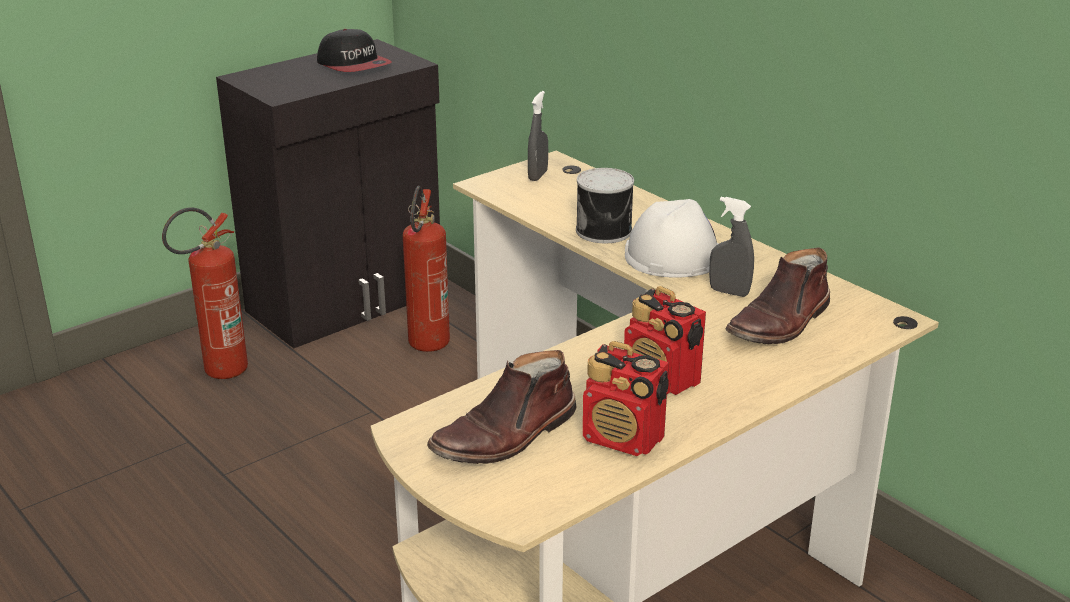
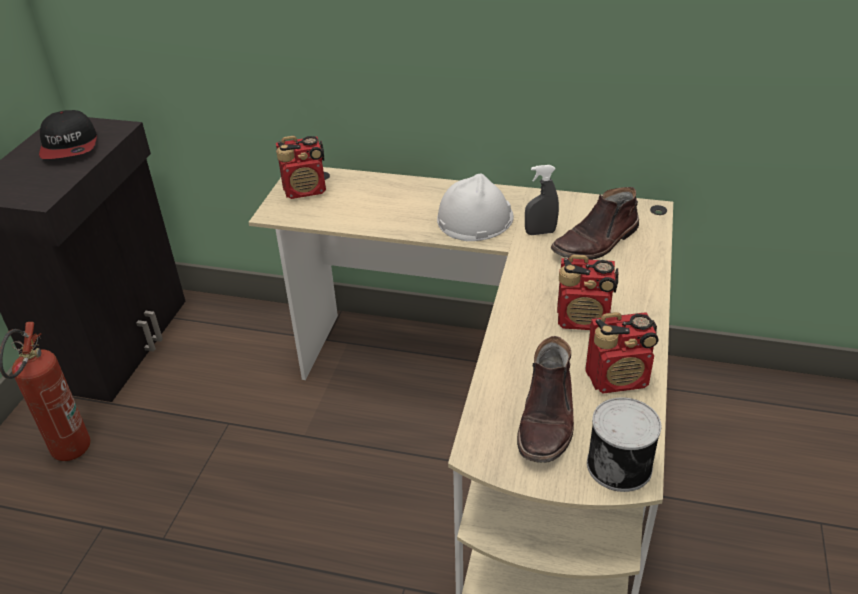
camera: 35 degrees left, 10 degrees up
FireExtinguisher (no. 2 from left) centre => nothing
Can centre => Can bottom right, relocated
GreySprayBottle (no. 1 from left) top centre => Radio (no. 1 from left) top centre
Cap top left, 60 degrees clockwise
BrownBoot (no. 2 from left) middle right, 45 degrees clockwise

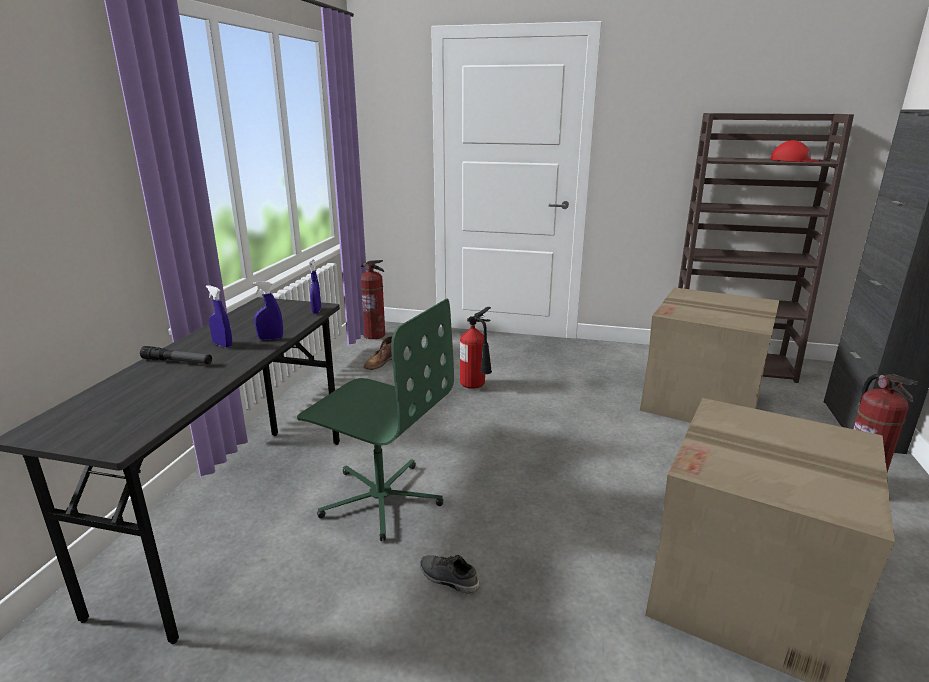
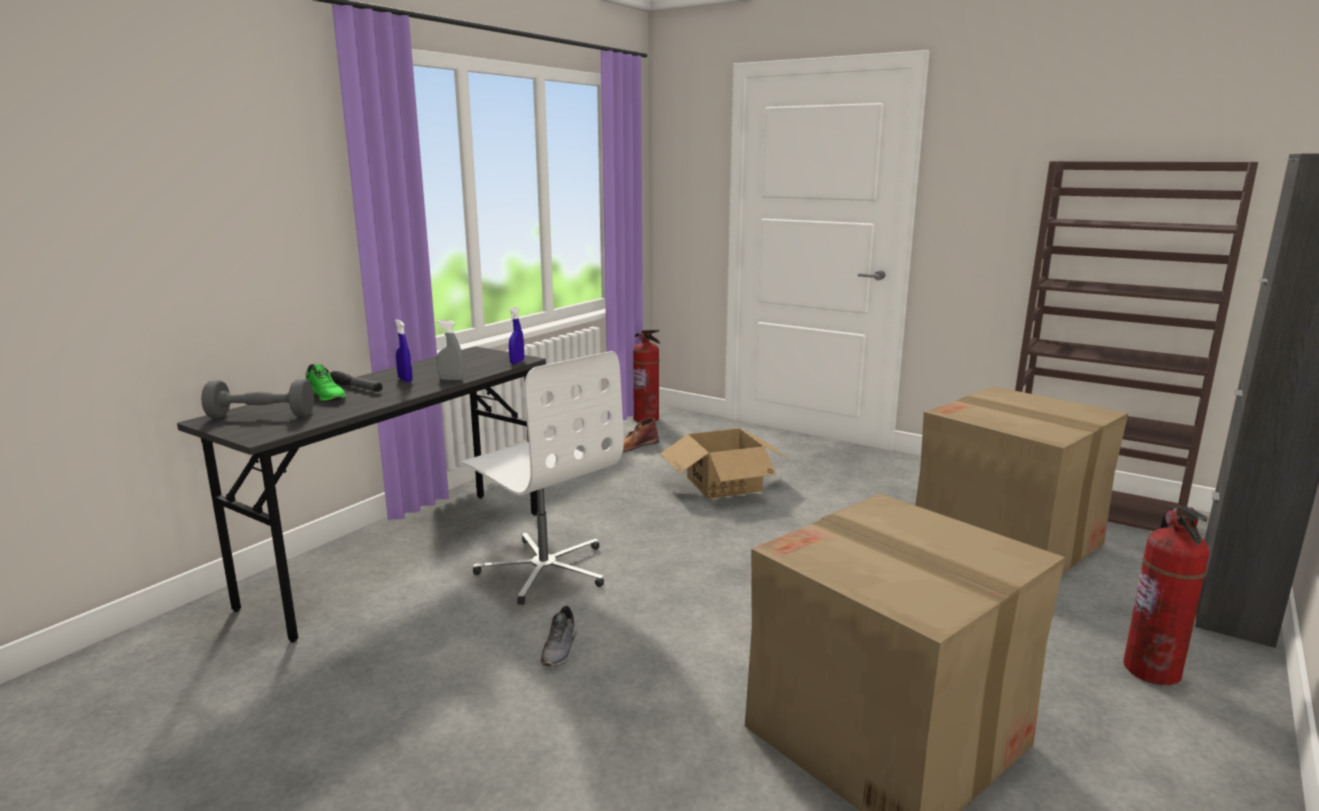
camera: 20 degrees right, 5 degrees down
RedCap top right => nothing
nothing => GreyDumbbell middle left
nothing => GreenShoe middle left
FireExtinguisher (no. 2 from left) centre => CardboardBox (no. 1 from left) centre
BlueSprayBottle (no. 2 from left) middle left => GreySprayBottle centre
GreenOfficeChair centre => WhiteOfficeChair centre
GreyShoe bottom centre, 135 degrees counterclockwise

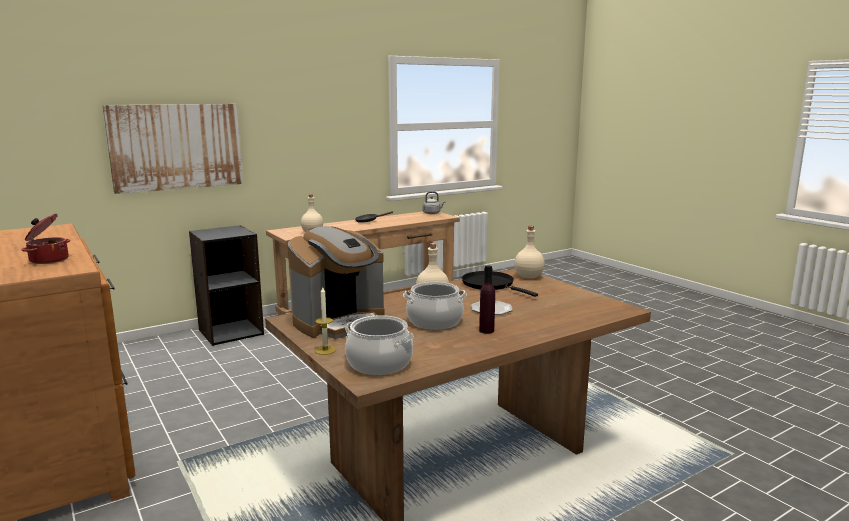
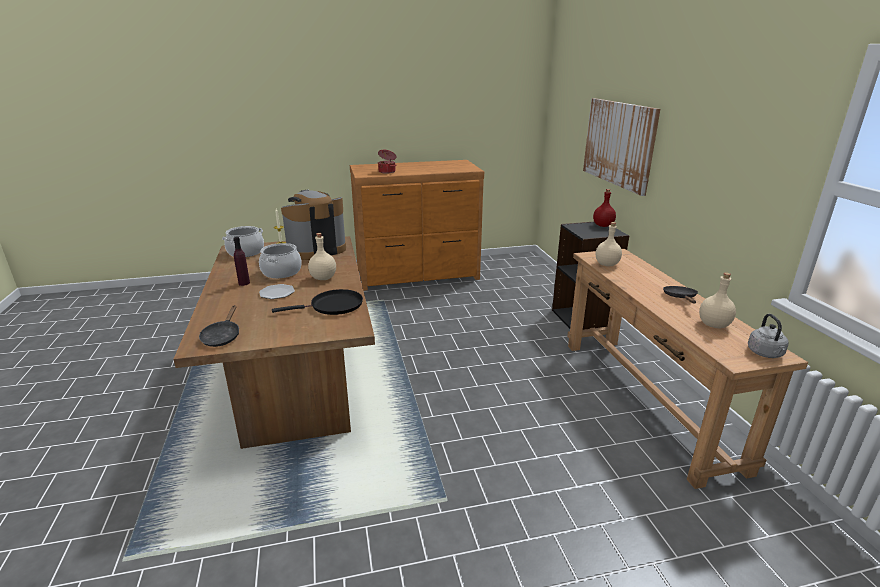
camera: 110 degrees right, 10 degrees up
nothing => BlackFryingPan (no. 1 from left) middle left
nothing => RedBottle middle right
BeigeBottle (no. 3 from left) centre => BeigeBottle (no. 3 from left) middle right, relocated
CoffeeMachine centre, 75 degrees clockwise

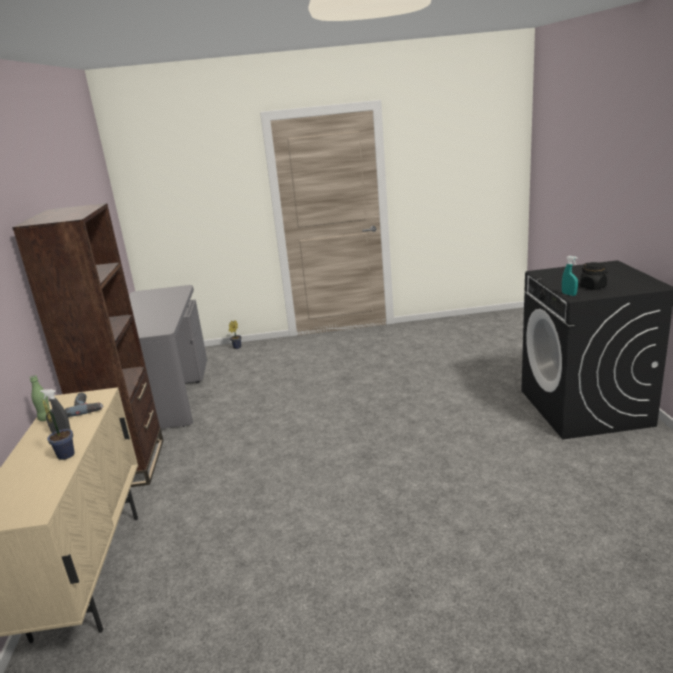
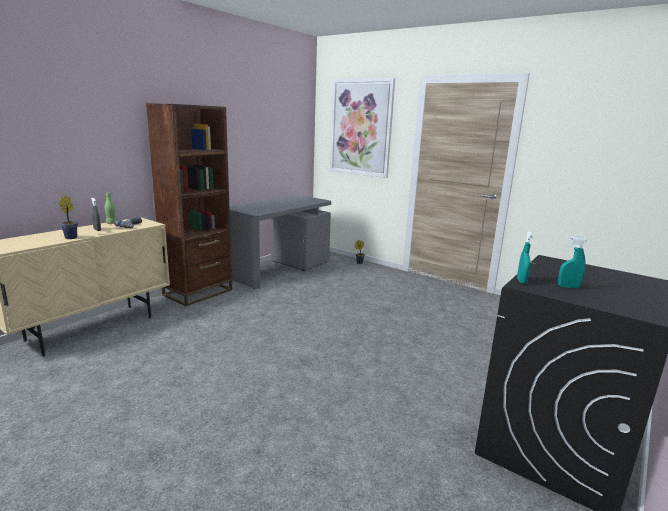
camera: 40 degrees right, 5 degrees down
nothing => Picture top centre
BlackJar middle right => TurquoiseSprayBottle (no. 2 from left) middle right

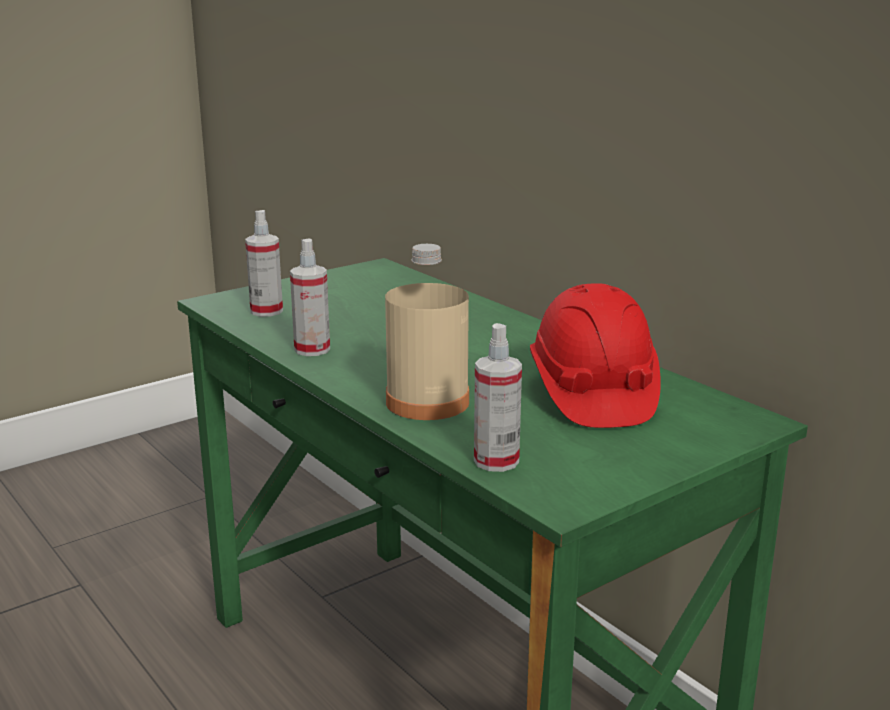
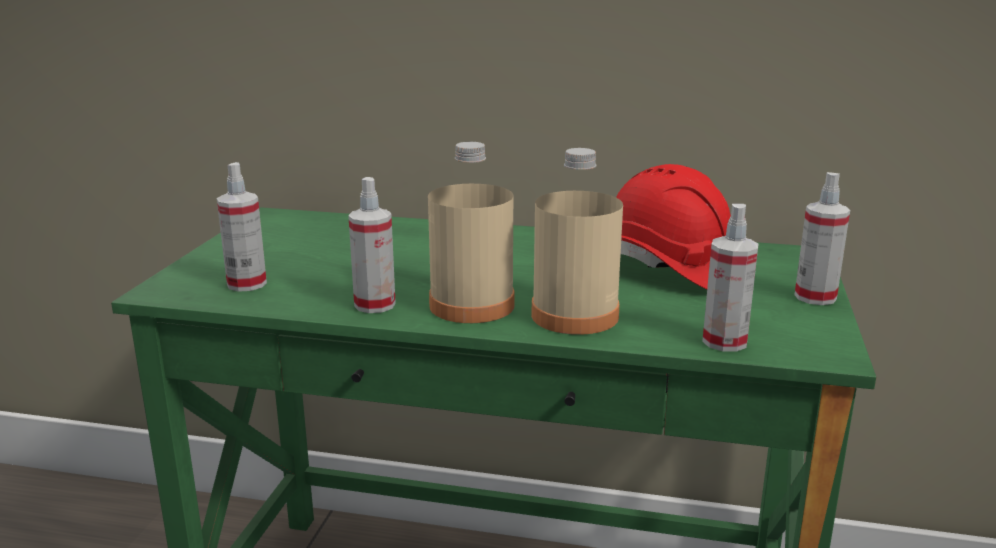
camera: 40 degrees left, 0 degrees up
nothing => BeigeBottle (no. 1 from left) centre
nothing => SprayBottle (no. 4 from left) middle right

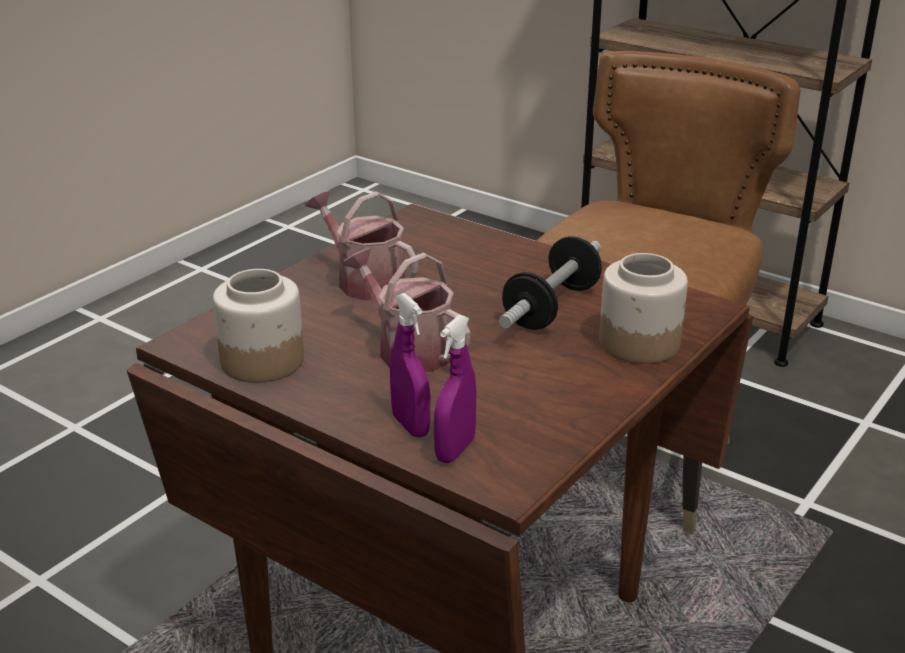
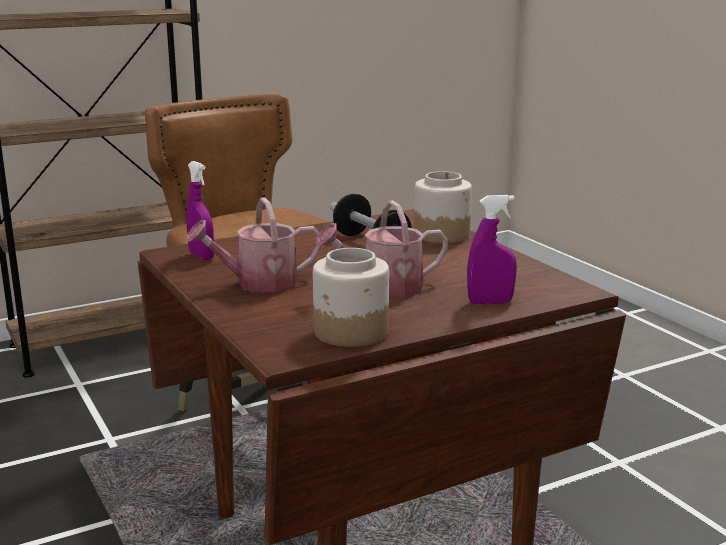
camera: 65 degrees left, 10 degrees down
PurpleSprayBottle (no. 2 from left in the first image) centre => PurpleSprayBottle (no. 1 from left) middle left, relocated

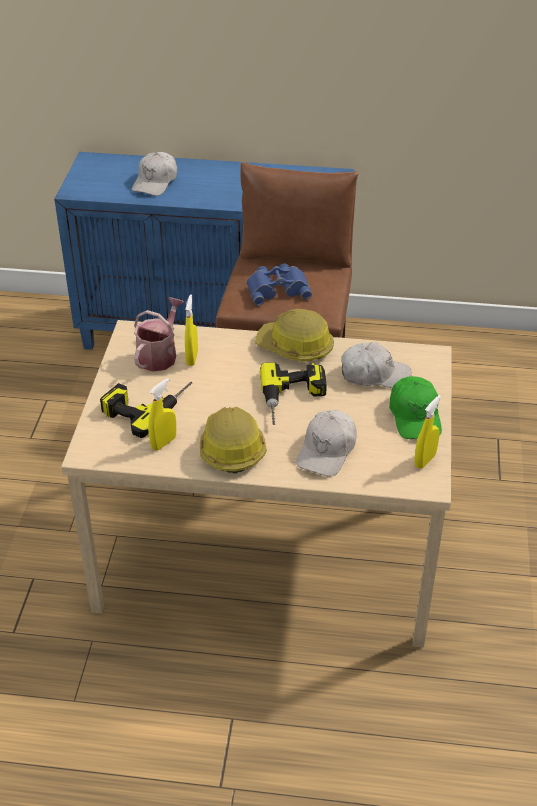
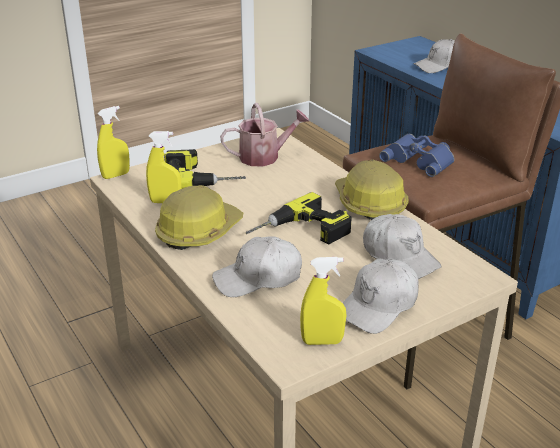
camera: 50 degrees right, 10 degrees down
YellowSprayBottle (no. 2 from left in the first image) centre => YellowSprayBottle (no. 1 from left) top left, relocated
GreenCap middle right => WhiteCap (no. 2 from left) middle right

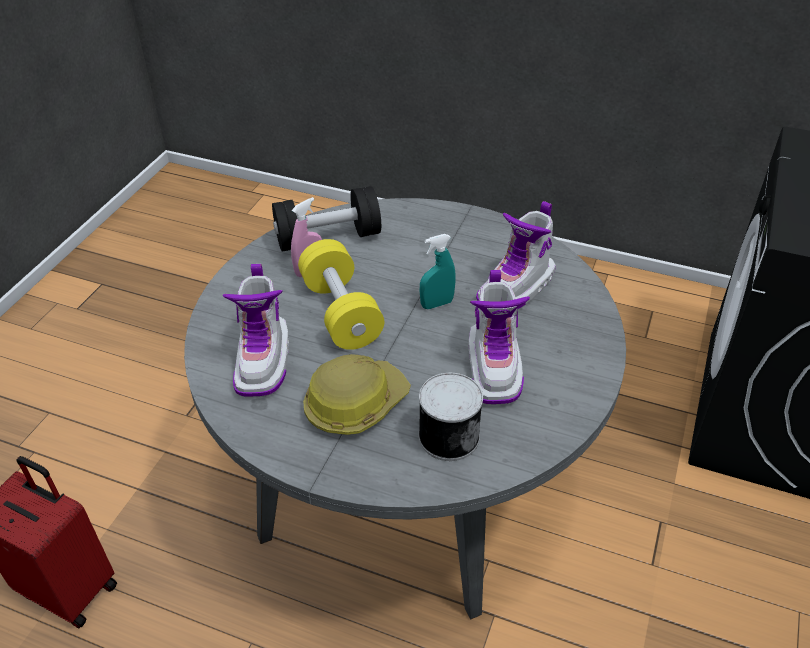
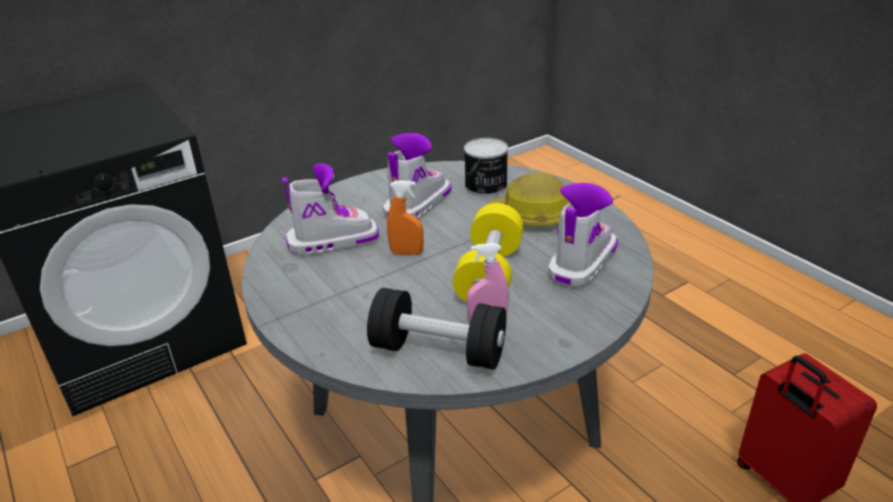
camera: 145 degrees left, 10 degrees down
TurquoiseSprayBottle centre => OrangeSprayBottle centre

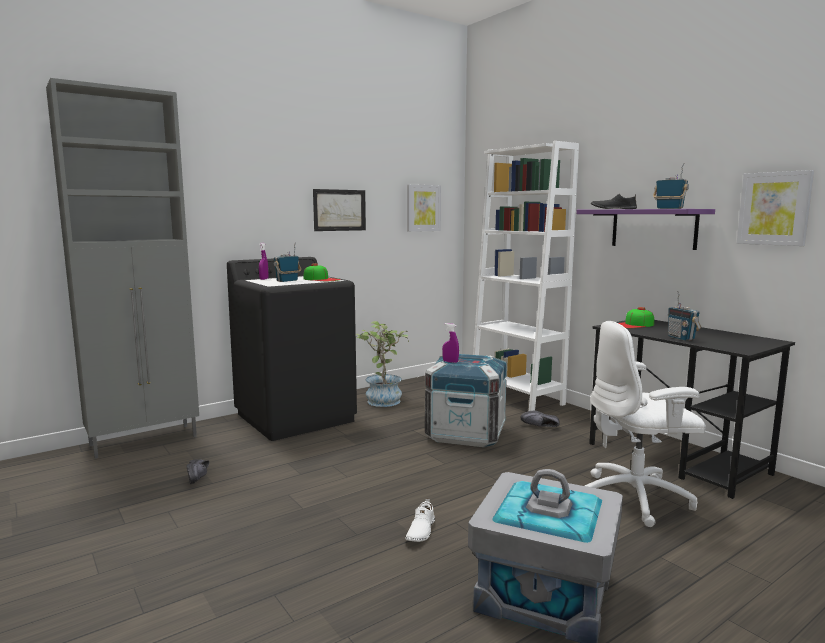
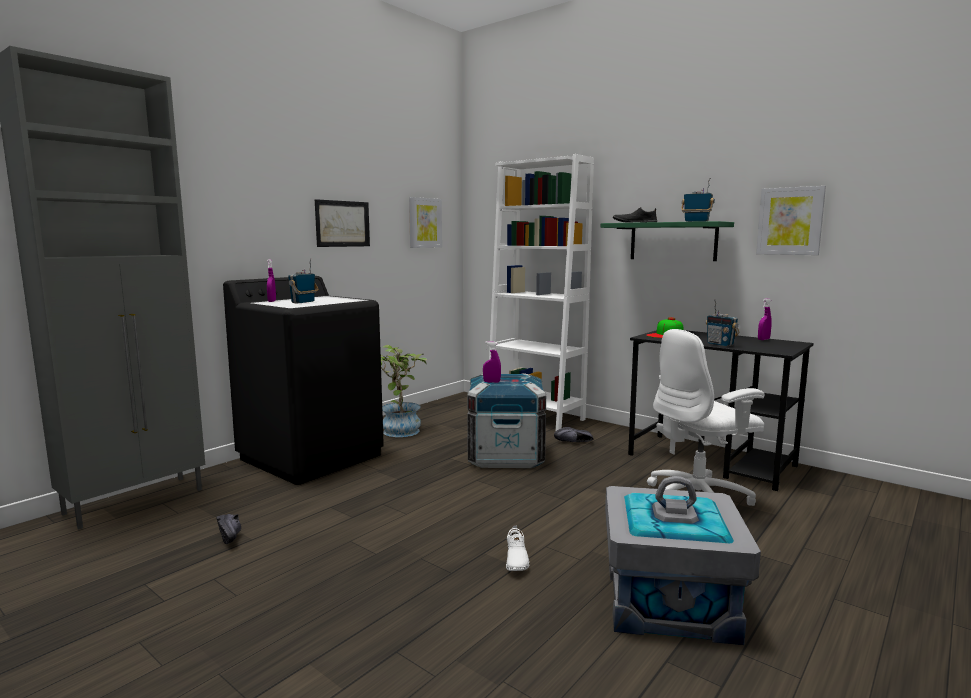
camera: 15 degrees left, 0 degrees up
Cap (no. 1 from left) centre => nothing
nothing => PurpleSprayBottle (no. 3 from left) middle right
PurpleShelf middle right => GreenShelf middle right

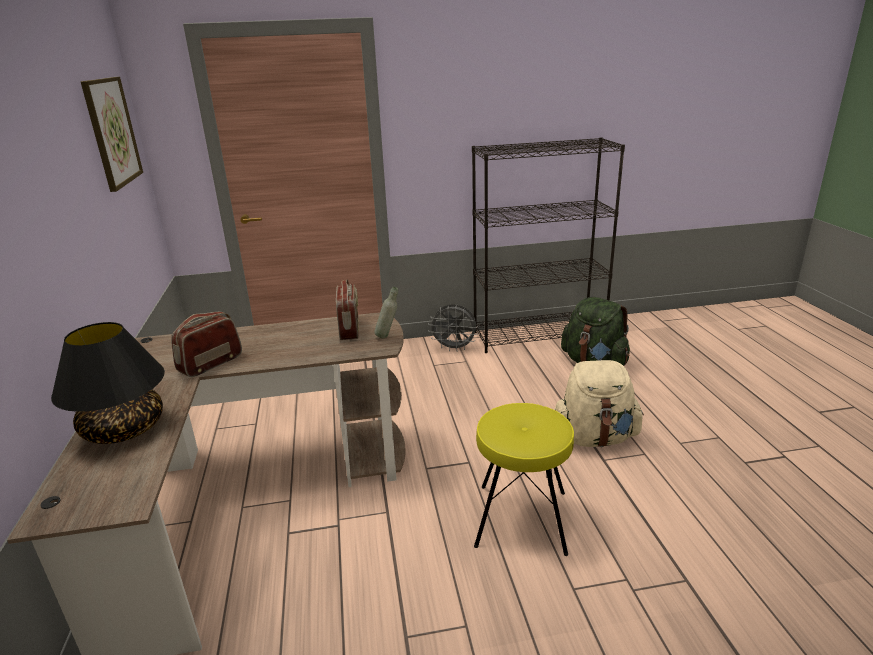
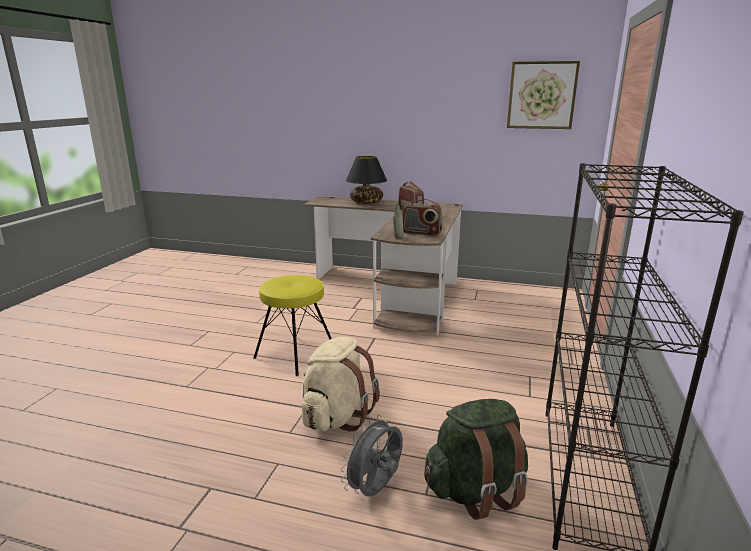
camera: 115 degrees right, 5 degrees down
GreyFan centre => GreyFan bottom centre, relocated

